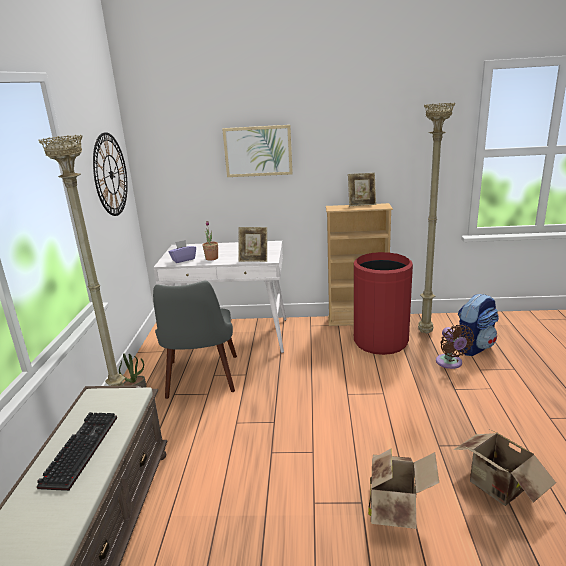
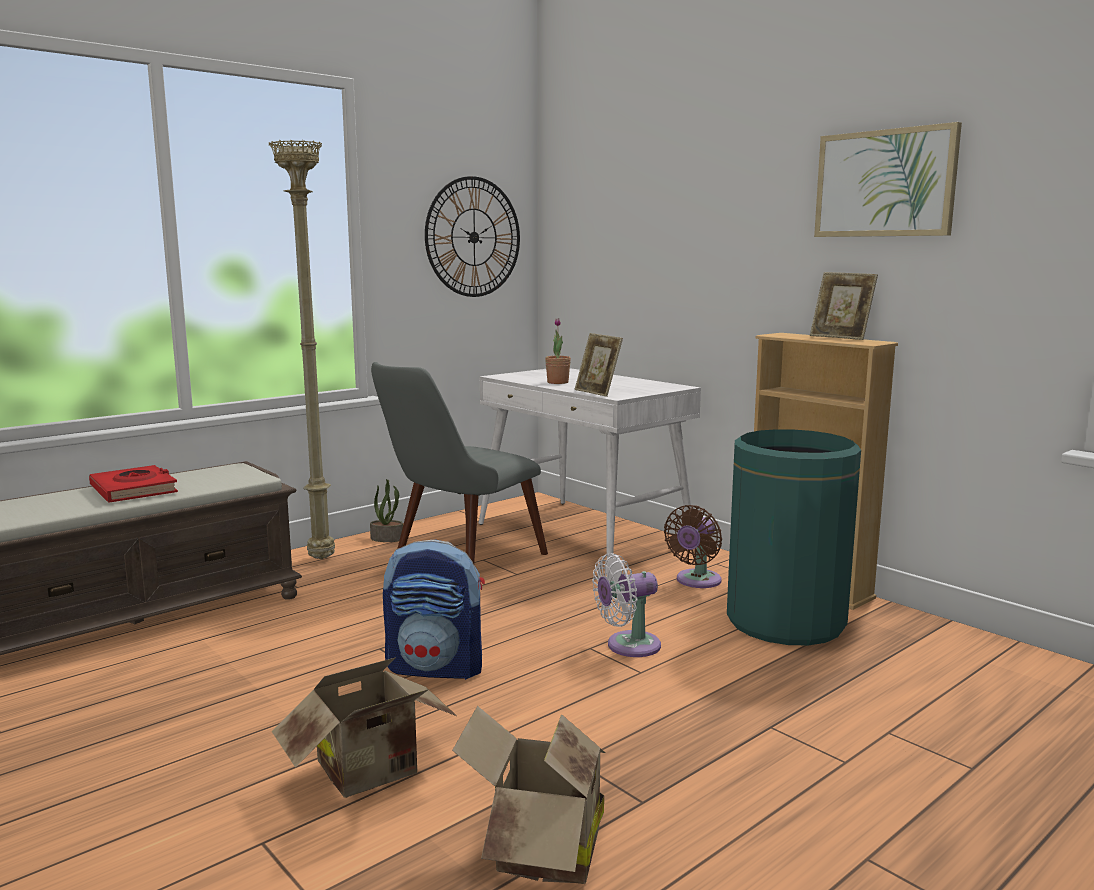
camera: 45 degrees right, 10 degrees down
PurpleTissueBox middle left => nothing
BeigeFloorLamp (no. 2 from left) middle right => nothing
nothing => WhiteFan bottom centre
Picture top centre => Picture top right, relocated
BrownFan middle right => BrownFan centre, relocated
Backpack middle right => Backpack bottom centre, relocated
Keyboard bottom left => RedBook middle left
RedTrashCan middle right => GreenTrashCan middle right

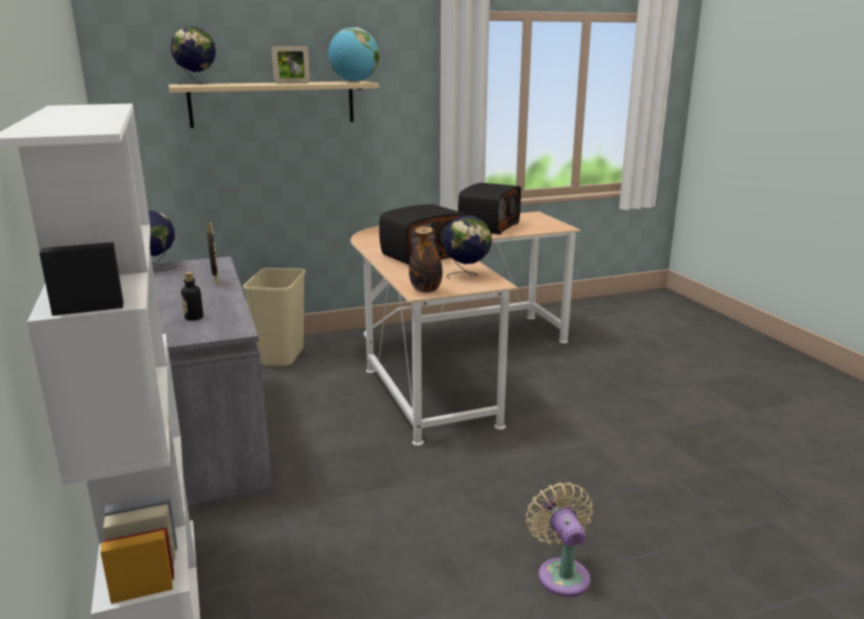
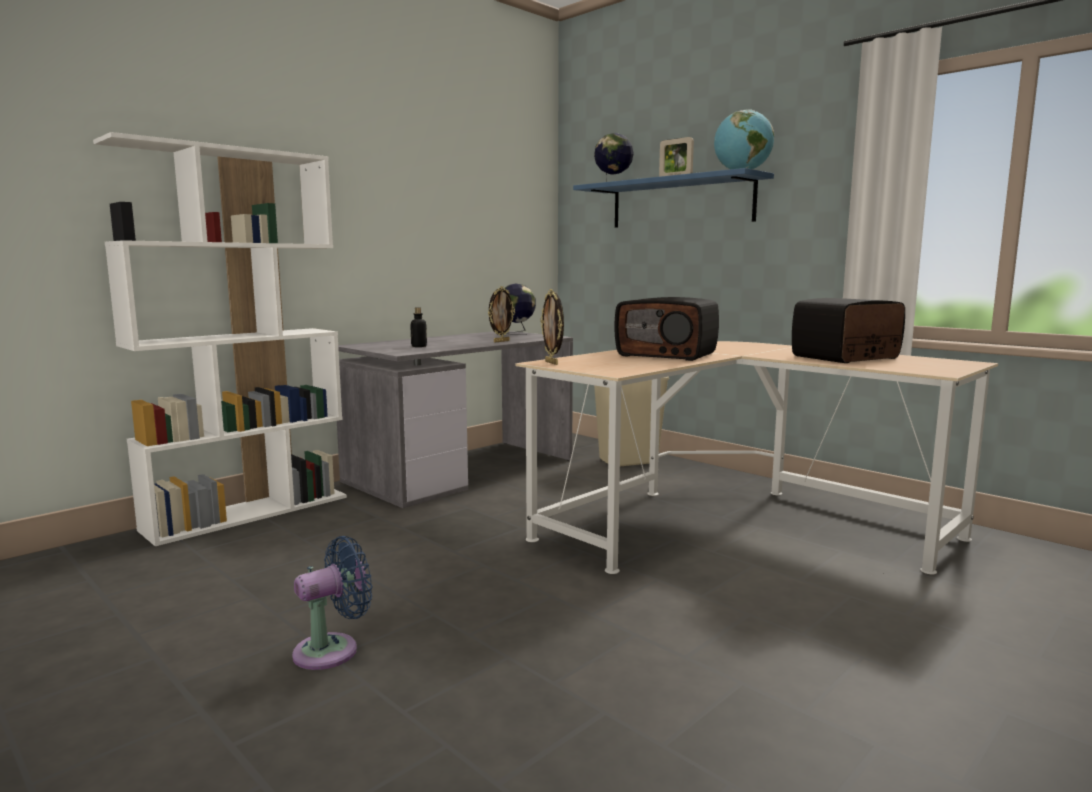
camera: 65 degrees right, 10 degrees down
Globe (no. 4 from left) centre => nothing
Bottle (no. 2 from left) centre => PictureFrame (no. 2 from left) centre
BeigeShelf top left => BlueShelf top centre
BeigeFan bottom centre => BlueFan bottom left
Radio (no. 2 from left) centre => Radio (no. 2 from left) middle right, 150 degrees clockwise

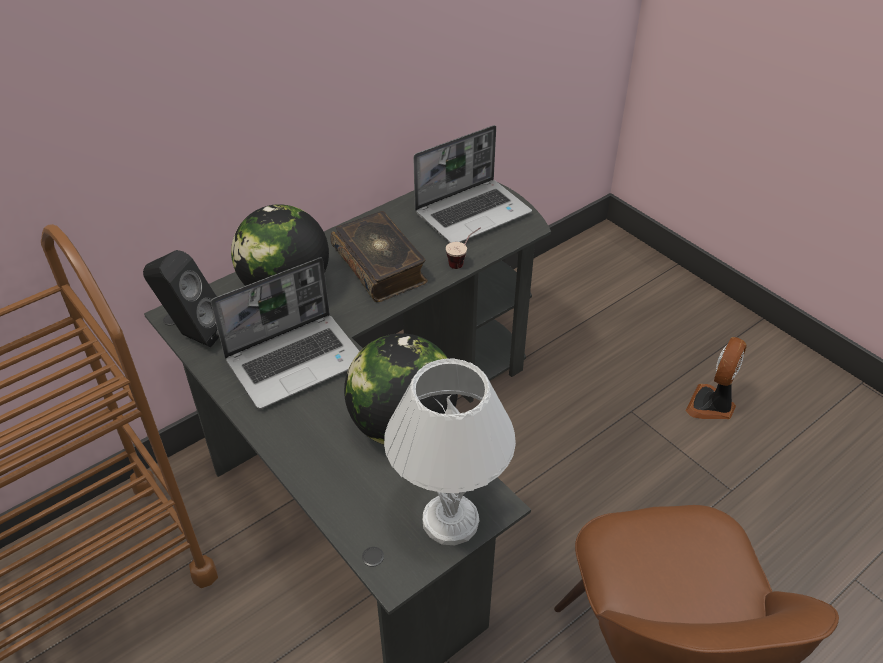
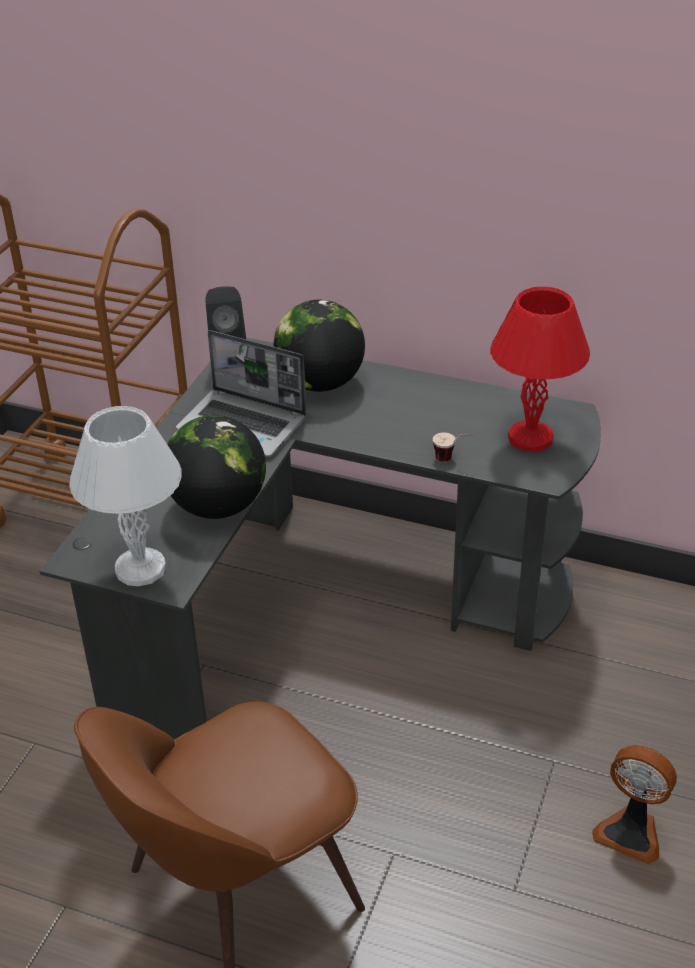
camera: 60 degrees right, 5 degrees down
Book centre => nothing
Laptop (no. 2 from left) top centre => RedTableLamp middle right
Fan middle right => Fan bottom right, 150 degrees counterclockwise

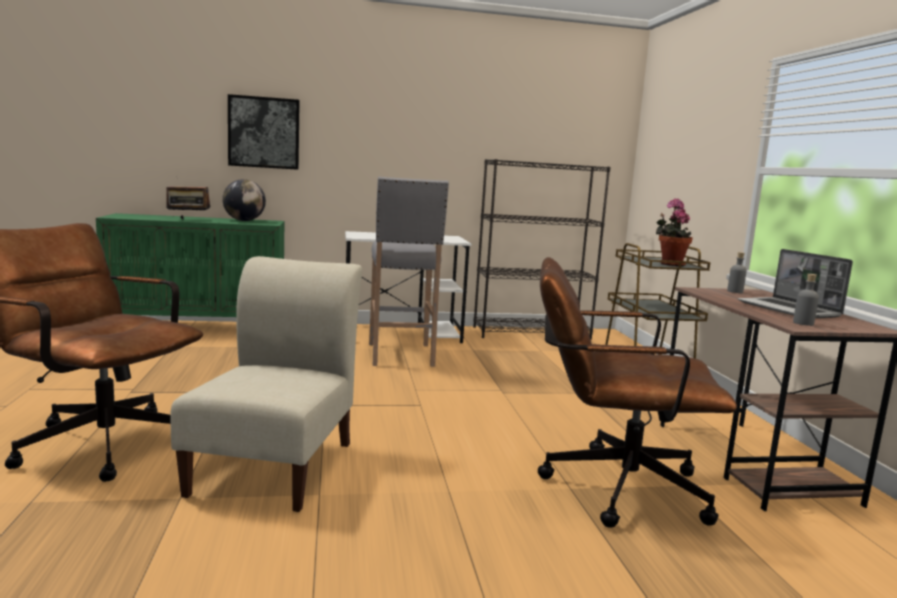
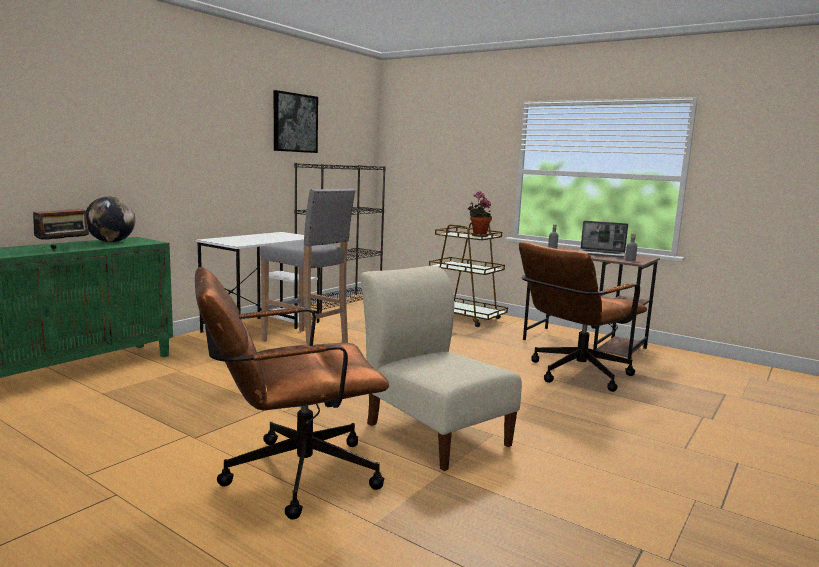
camera: 45 degrees left, 0 degrees up
Picture top left => Picture top centre, relocated

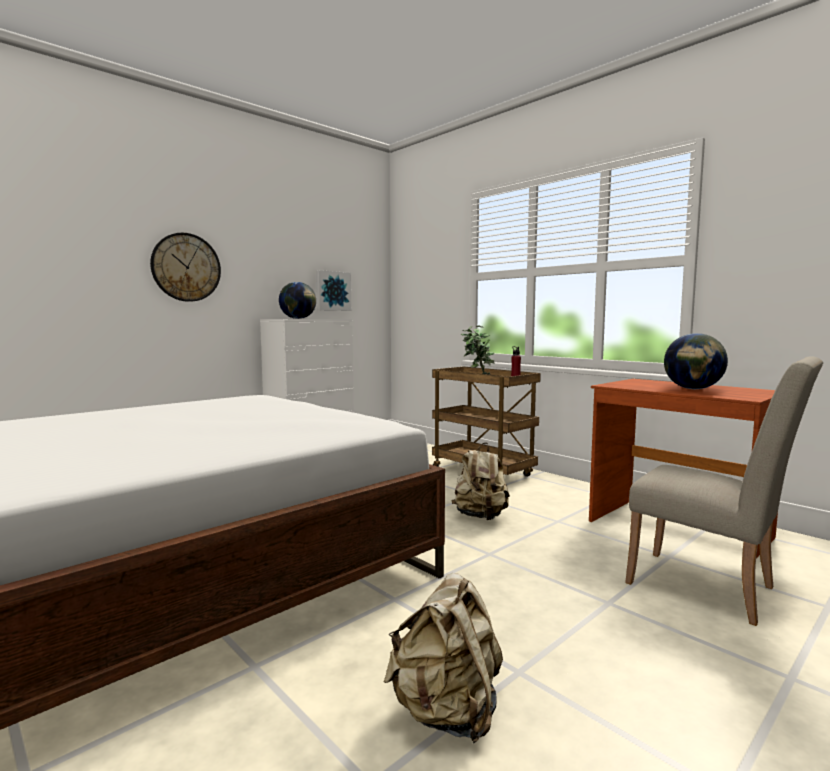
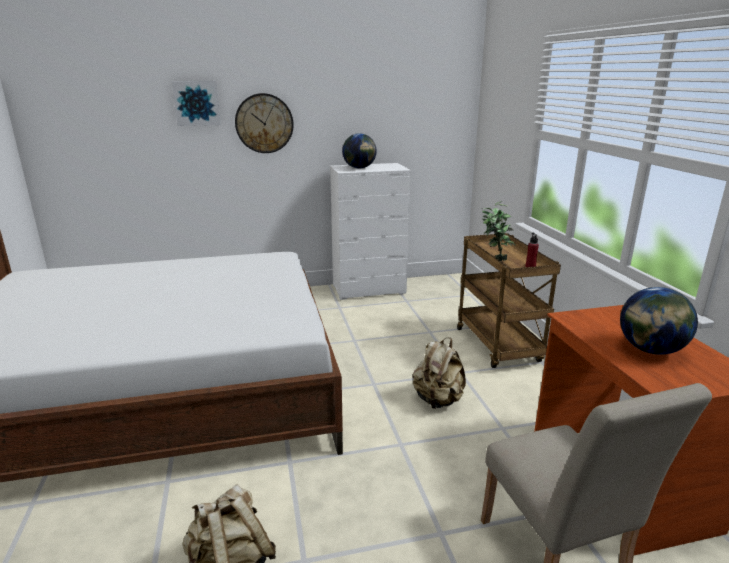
camera: 30 degrees right, 15 degrees up
Picture centre => Picture top left, relocated

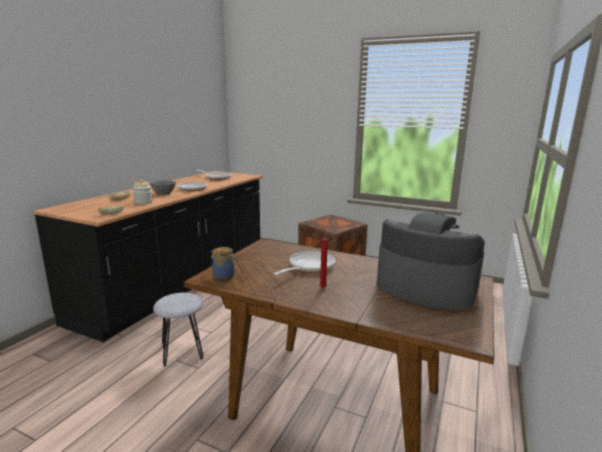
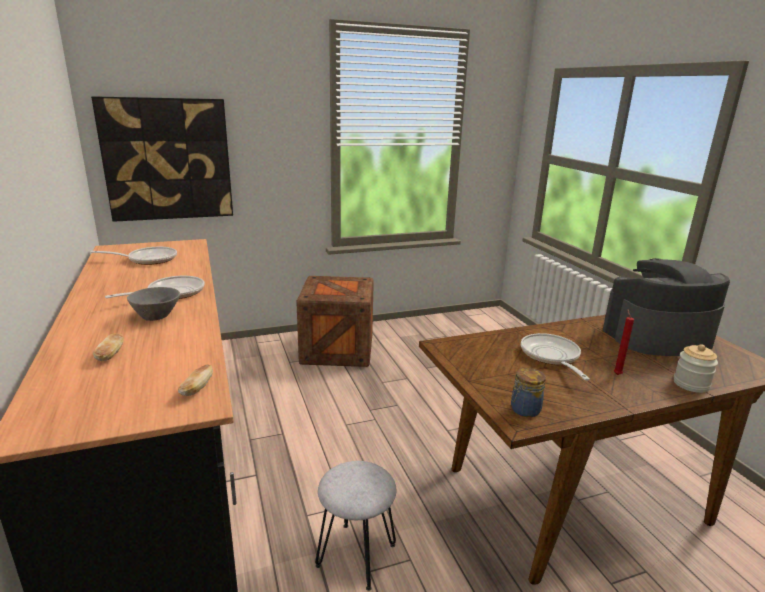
camera: 45 degrees left, 5 degrees up
nothing => Picture top left
Jar (no. 1 from left in the first image) middle left => Jar (no. 2 from left) middle right, relocated

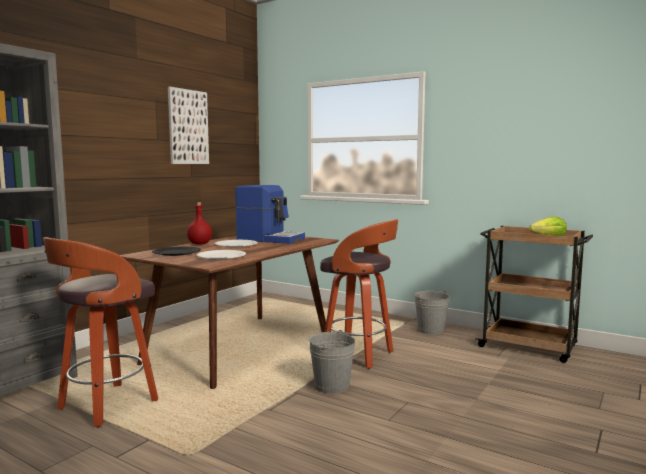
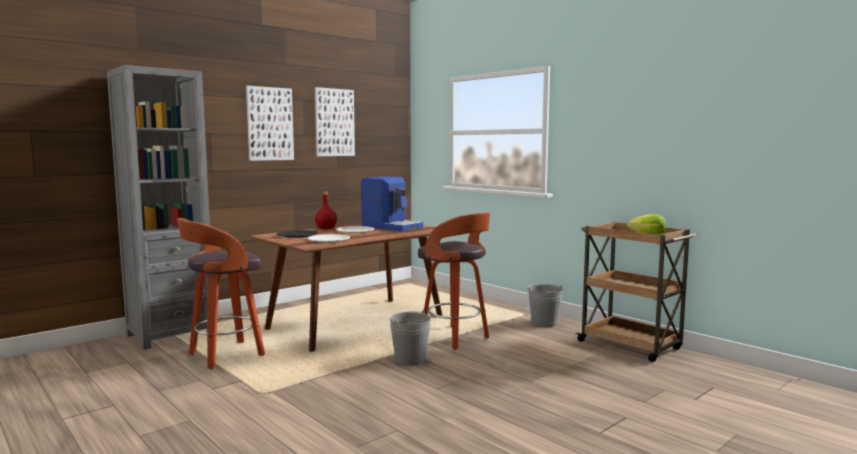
camera: 15 degrees right, 0 degrees up
nothing => Picture (no. 1 from left) top left

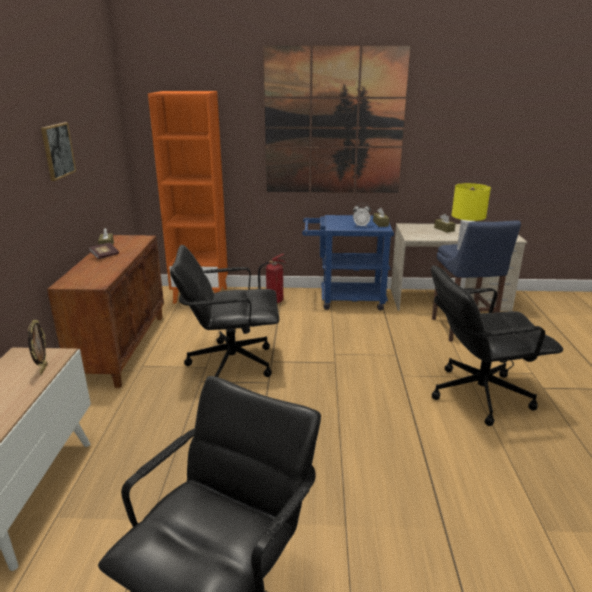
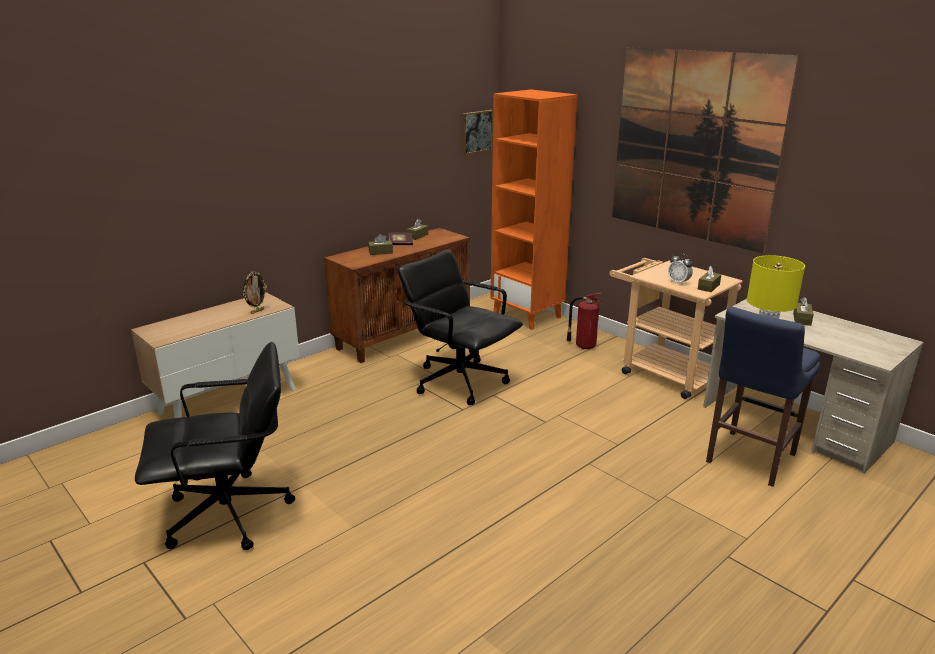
camera: 45 degrees right, 0 degrees up
BlackOfficeChair (no. 3 from left) middle right => nothing
nothing => BrownTissueBox (no. 1 from left) centre
Picture (no. 1 from left) top left => Picture (no. 1 from left) top centre, relocated
BlueCart centre => BeigeCart middle right

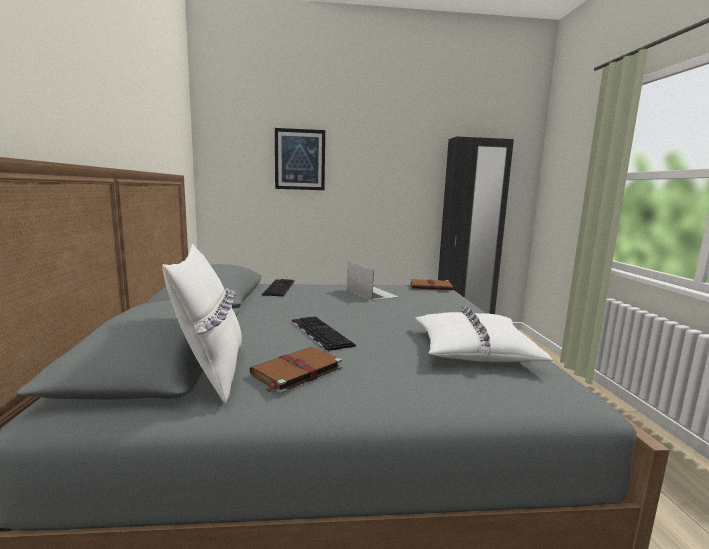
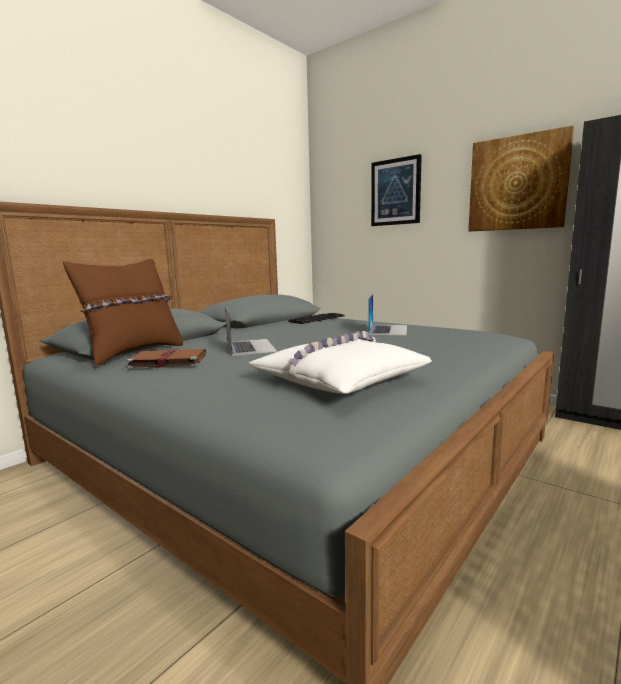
camera: 45 degrees right, 0 degrees up
BrownBook (no. 2 from left) centre => nothing
nothing => Picture (no. 2 from left) top right
Keyboard (no. 2 from left) centre => Laptop (no. 1 from left) centre
WhitePillow (no. 1 from left) middle left => BrownPillow middle left

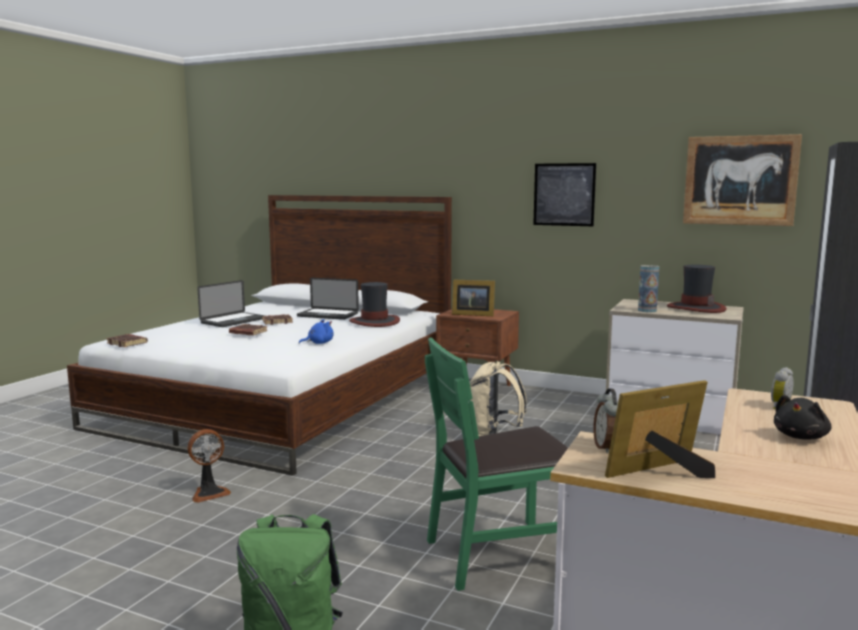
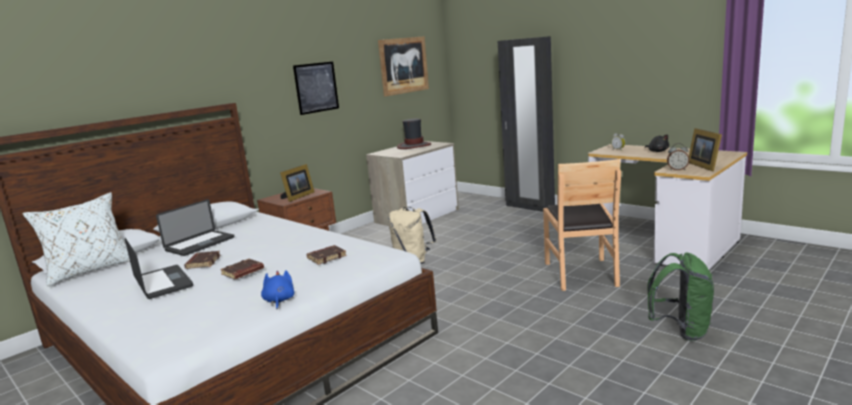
camera: 70 degrees left, 5 degrees up
Fan bottom left => nothing
Hat (no. 1 from left) centre => nothing
Vase middle right => nothing
nothing => WhitePillow middle left
BrownBook (no. 1 from left in the first image) middle left => BrownBook (no. 3 from left) centre, relocated
BluePlushToy centre => BluePlushToy bottom left, relocated
GreenChair bottom centre => BrownChair middle right

